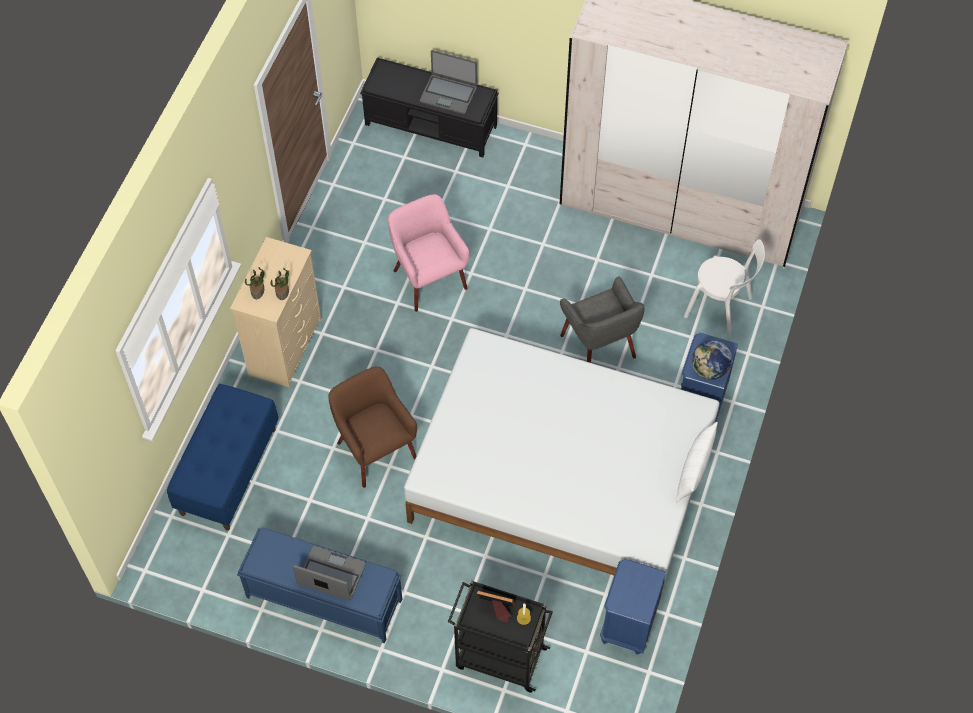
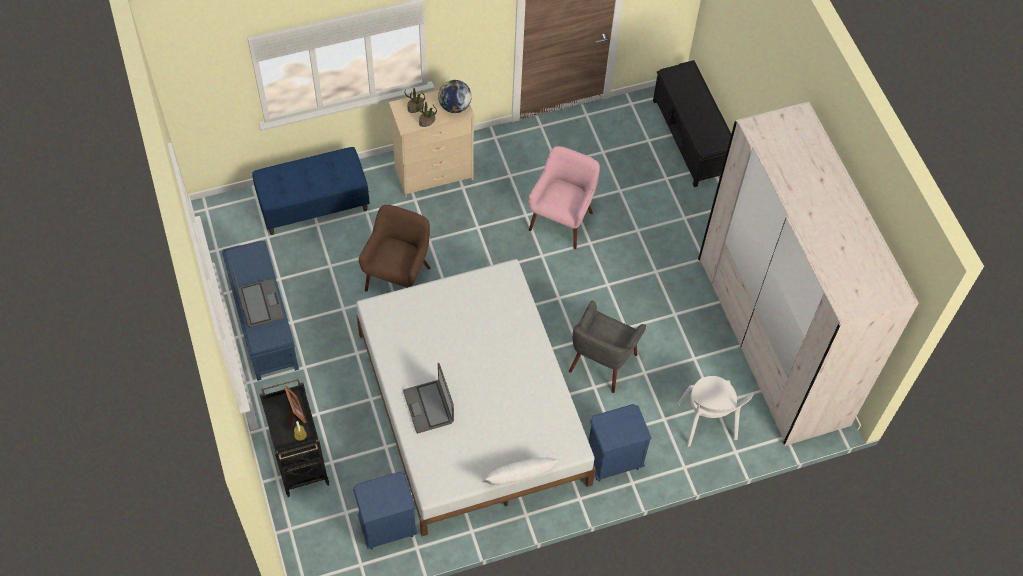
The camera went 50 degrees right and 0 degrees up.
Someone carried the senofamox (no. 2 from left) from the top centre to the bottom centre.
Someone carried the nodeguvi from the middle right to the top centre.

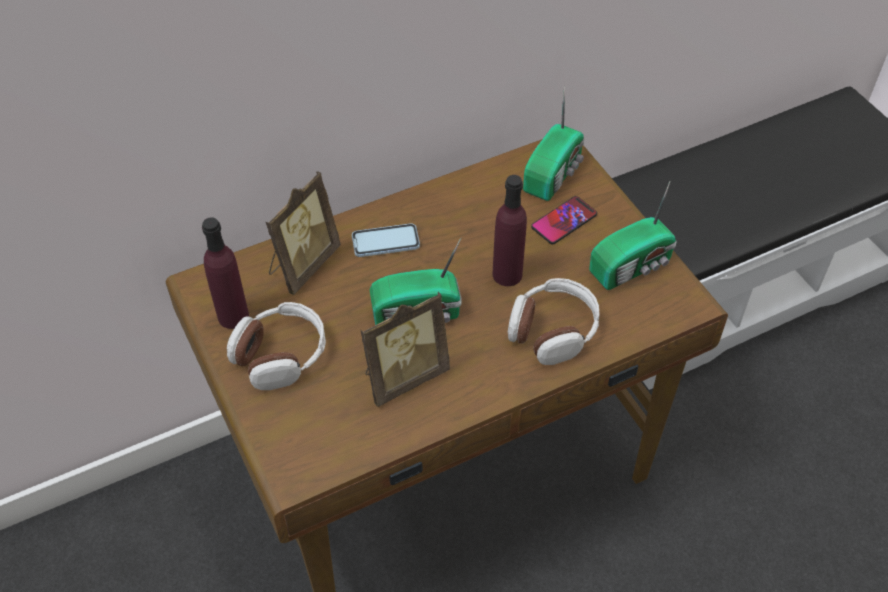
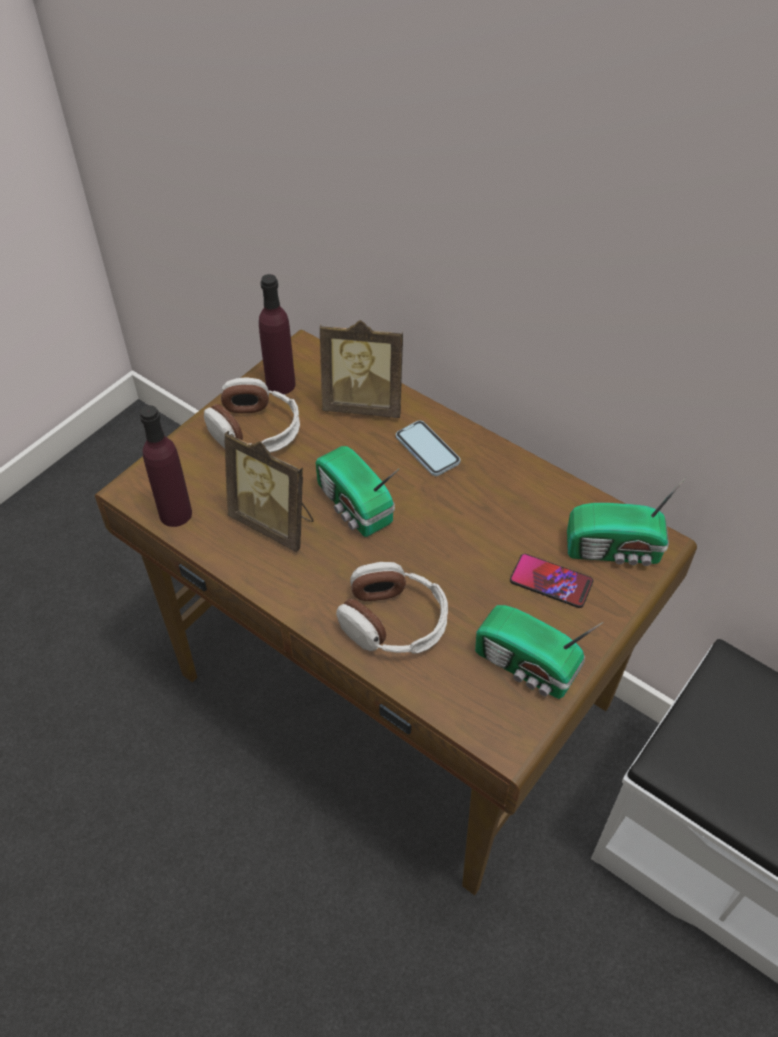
The camera went 65 degrees right and 0 degrees up.
Someone carried the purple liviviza (no. 2 from left in the first image) from the centre to the middle left.

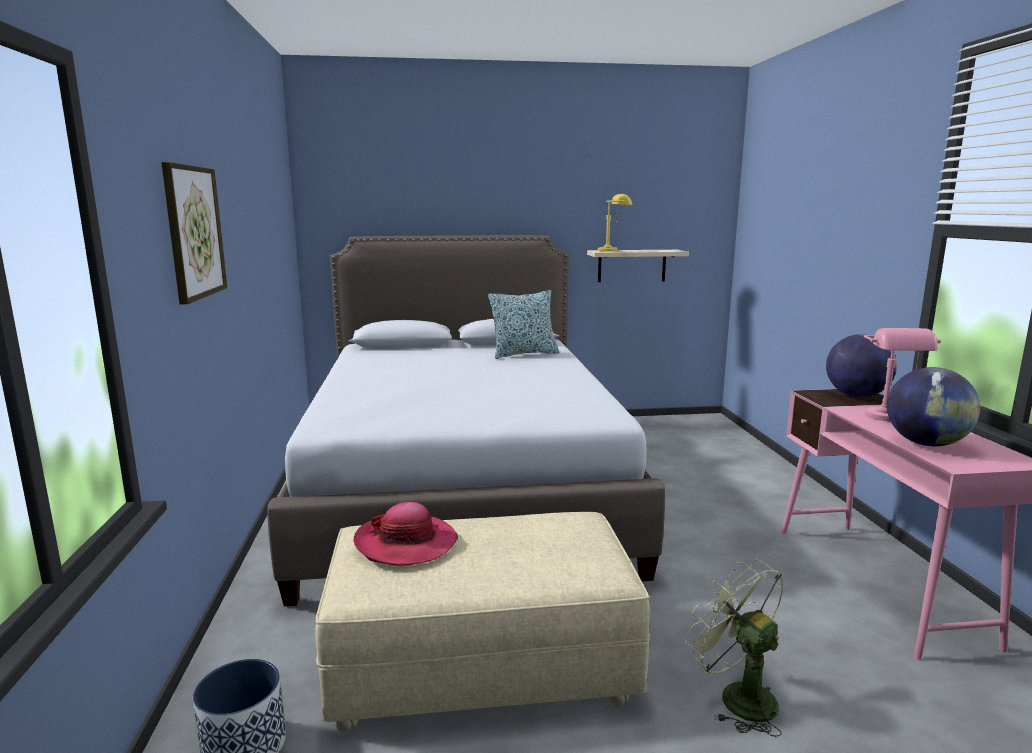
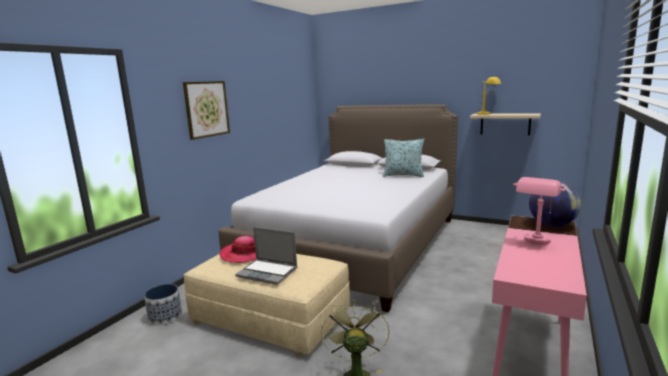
The camera went 35 degrees right and 0 degrees up.
Someone took away the nodeguvi (no. 2 from left) at the middle right.
Someone put down the senofamox at the bottom centre.

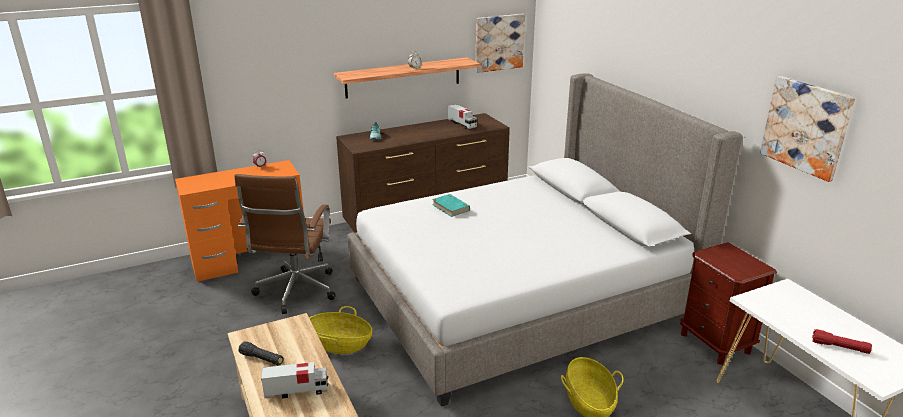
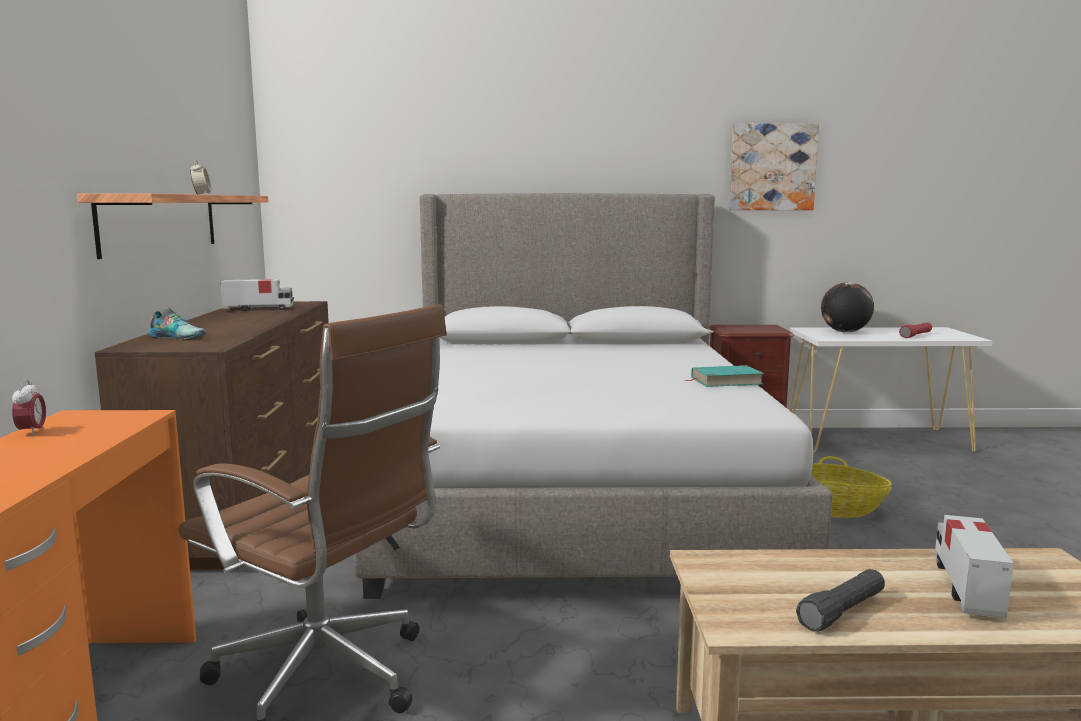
The camera went 65 degrees left and 15 degrees down.
Someone took away the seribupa (no. 1 from left) at the bottom centre.
Someone carried the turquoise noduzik from the centre to the middle right.
Someone took away the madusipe (no. 1 from left) at the top centre.
Someone put down the nodeguvi at the middle right.

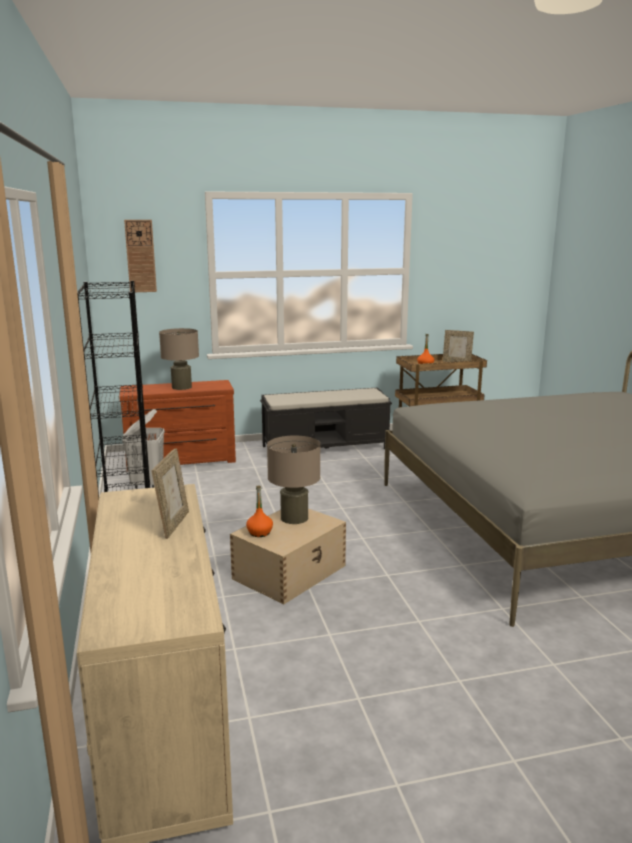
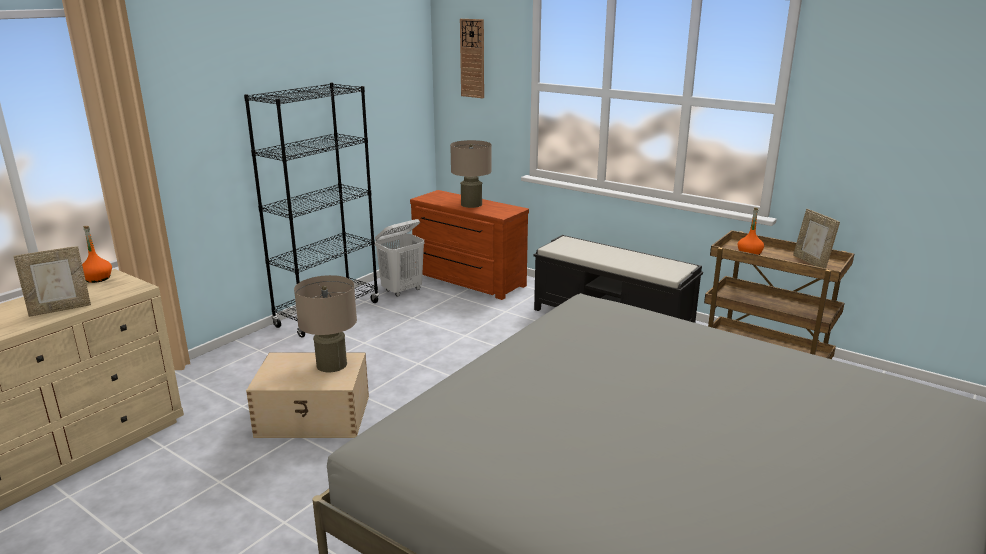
The camera went 50 degrees right and 5 degrees up.
Someone carried the orange liviviza (no. 1 from left) from the centre to the middle left.

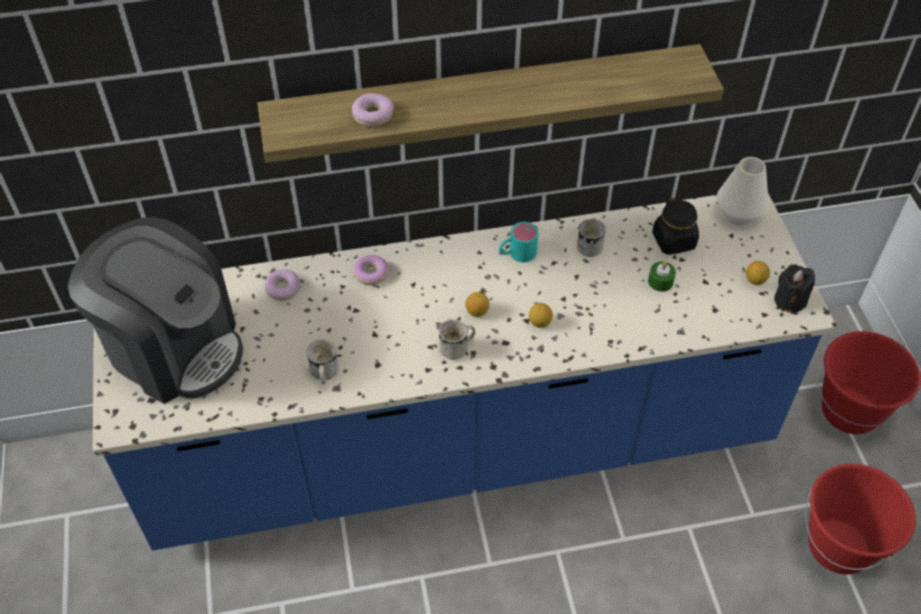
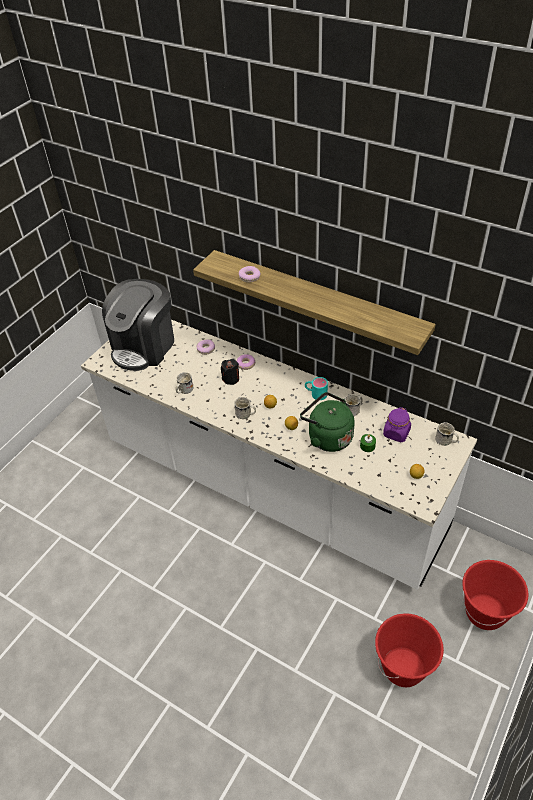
The camera went 45 degrees right and 5 degrees down.
Someone rotated the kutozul at the middle left by 45 degrees clockwise.
Someone repainted the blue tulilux at the centre, which became the white tulilux at the centre.
Someone repainted the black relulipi at the middle right, which became the purple relulipi at the middle right.
Someone swapped the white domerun at the top right for the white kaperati (no. 4 from left) at the middle right.
Someone carried the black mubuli from the middle right to the centre.
Someone put down the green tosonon at the centre.

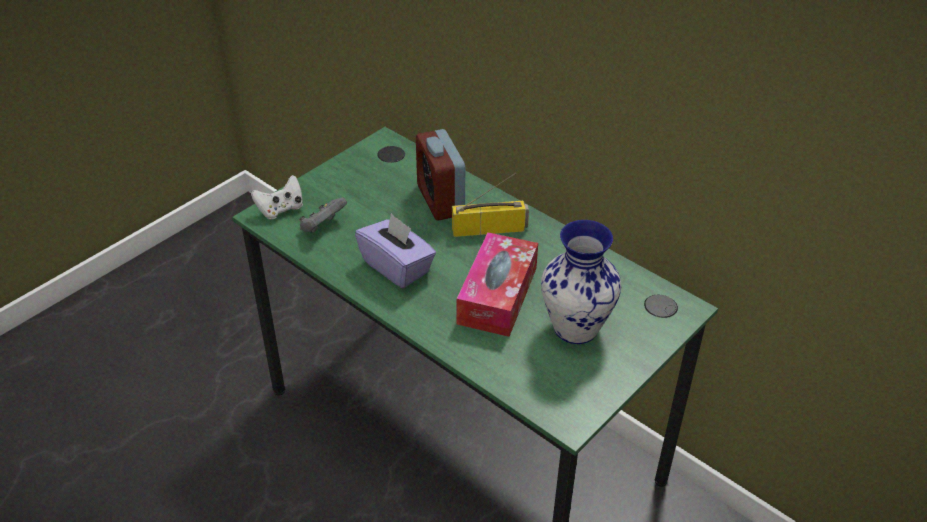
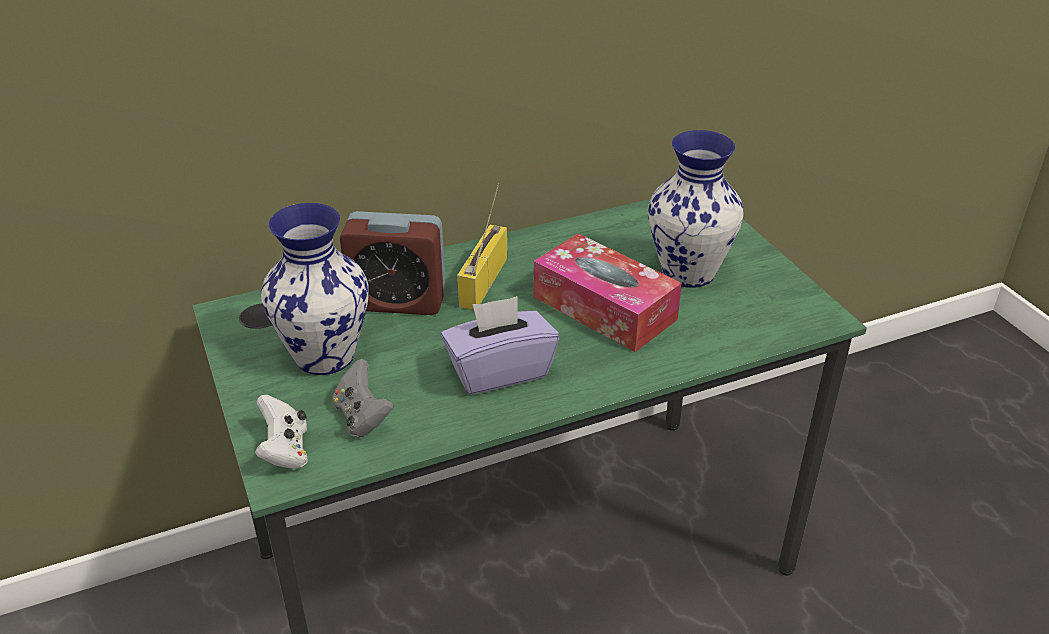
The camera went 65 degrees left and 5 degrees down.
Someone put down the domerun (no. 1 from left) at the middle left.

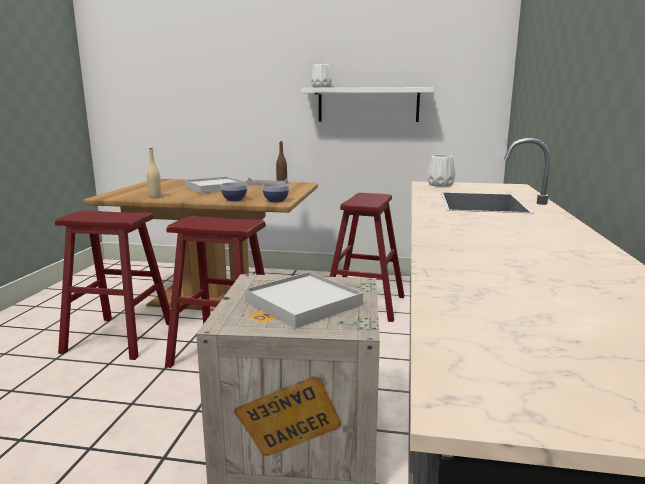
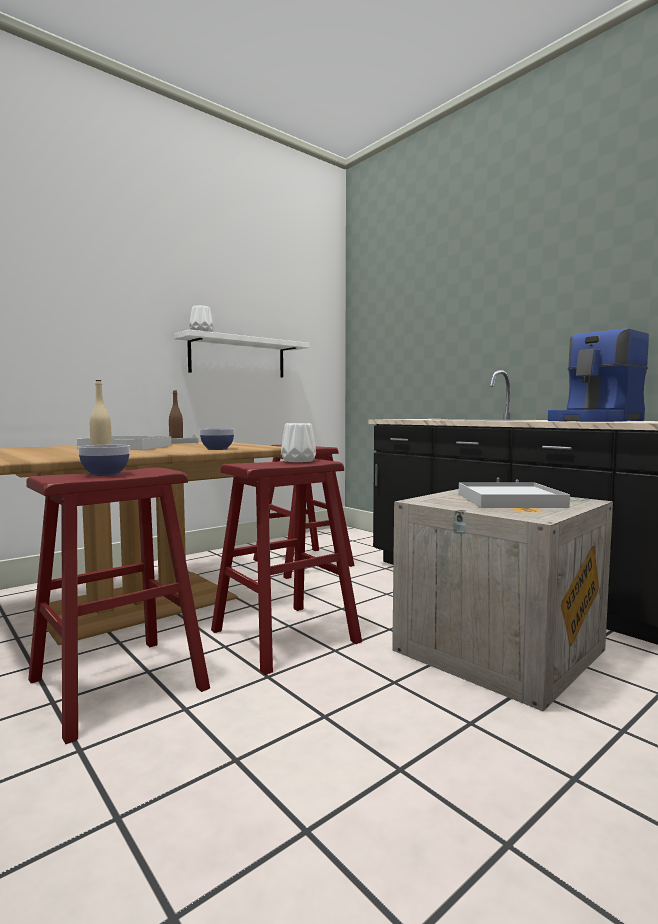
The camera went 50 degrees left and 10 degrees down.
Someone carried the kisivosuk (no. 2 from left in the first image) from the centre to the middle left.
Someone carried the white domerun (no. 2 from left) from the middle right to the centre.
Someone put down the kutozul at the middle right.

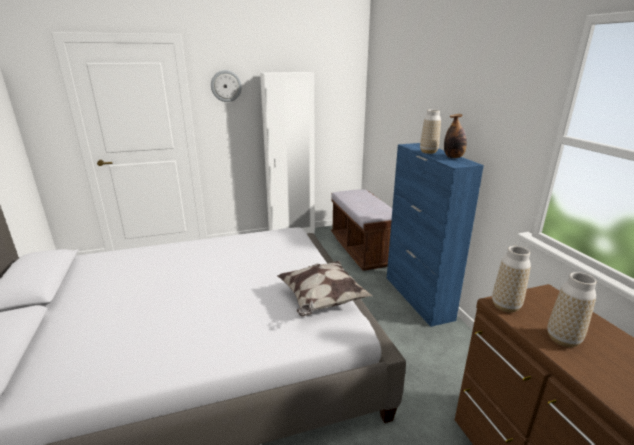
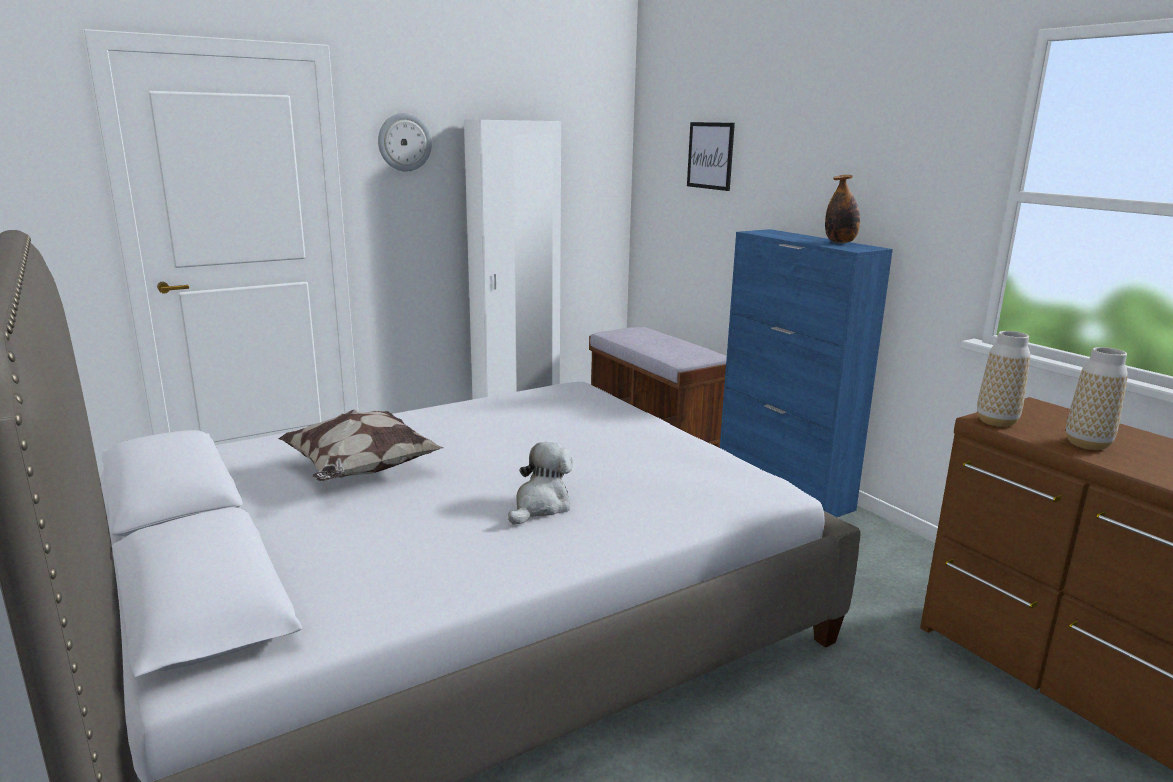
The camera went 15 degrees left and 5 degrees down.
Someone carried the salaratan from the centre to the middle left.
Someone took away the domerun (no. 1 from left) at the top right.
Someone put down the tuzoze at the centre.
Someone put up the madusipe at the top centre.

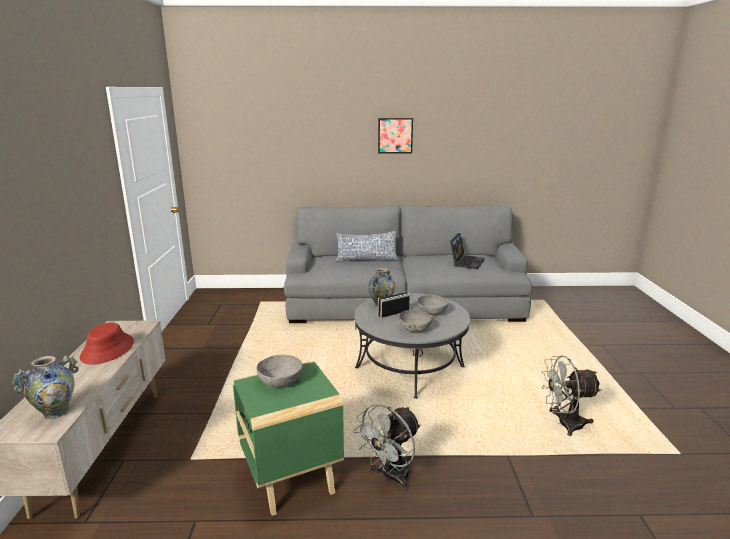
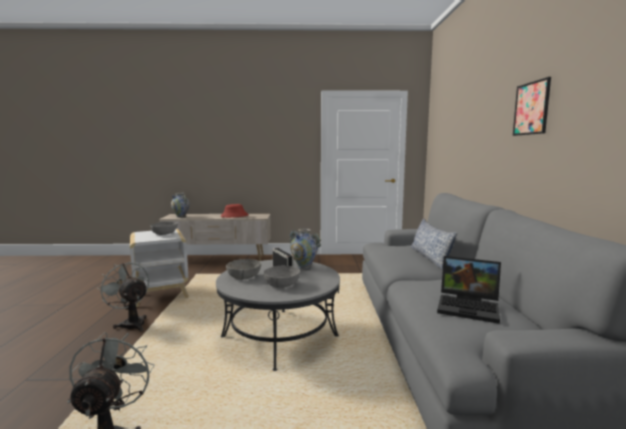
The camera went 90 degrees right and 10 degrees down.
Someone repainted the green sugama at the bottom centre, which became the white sugama at the middle left.

